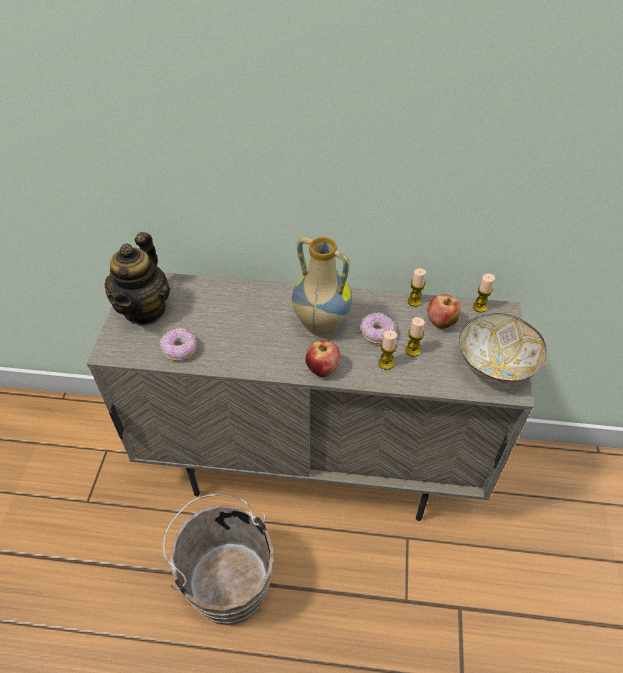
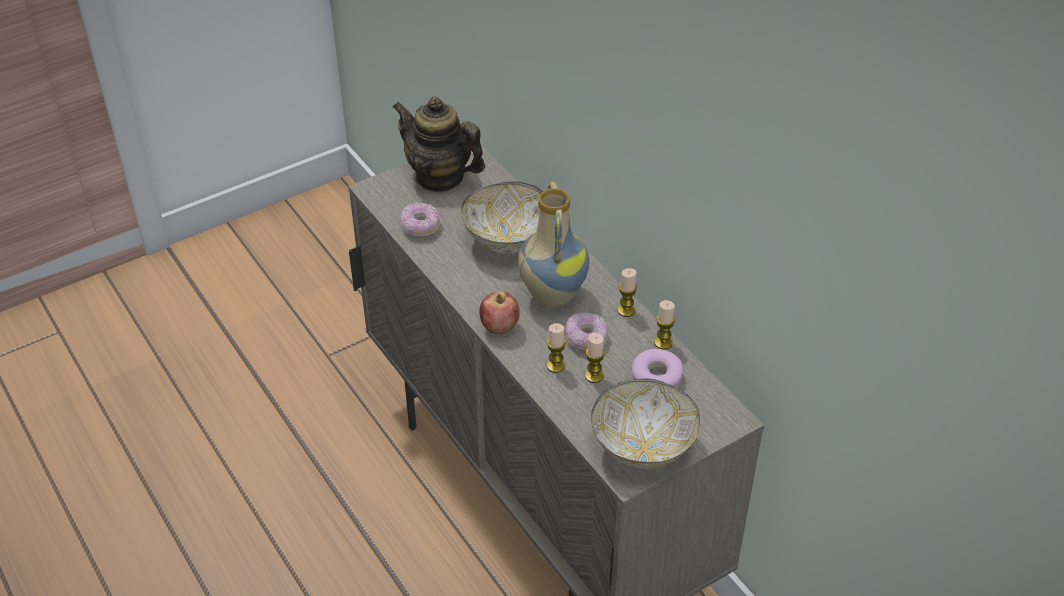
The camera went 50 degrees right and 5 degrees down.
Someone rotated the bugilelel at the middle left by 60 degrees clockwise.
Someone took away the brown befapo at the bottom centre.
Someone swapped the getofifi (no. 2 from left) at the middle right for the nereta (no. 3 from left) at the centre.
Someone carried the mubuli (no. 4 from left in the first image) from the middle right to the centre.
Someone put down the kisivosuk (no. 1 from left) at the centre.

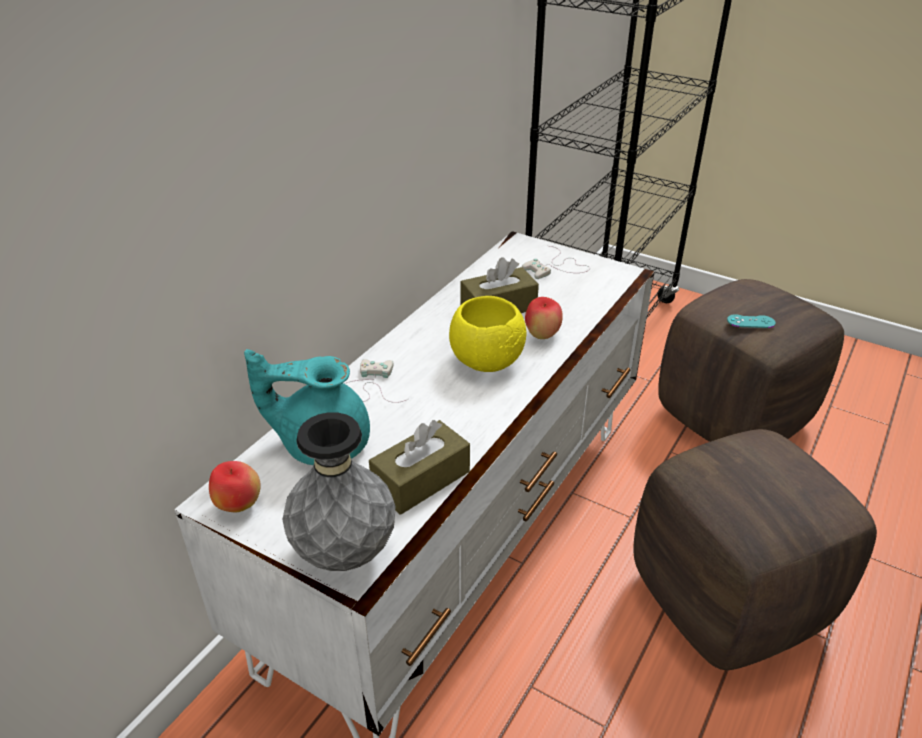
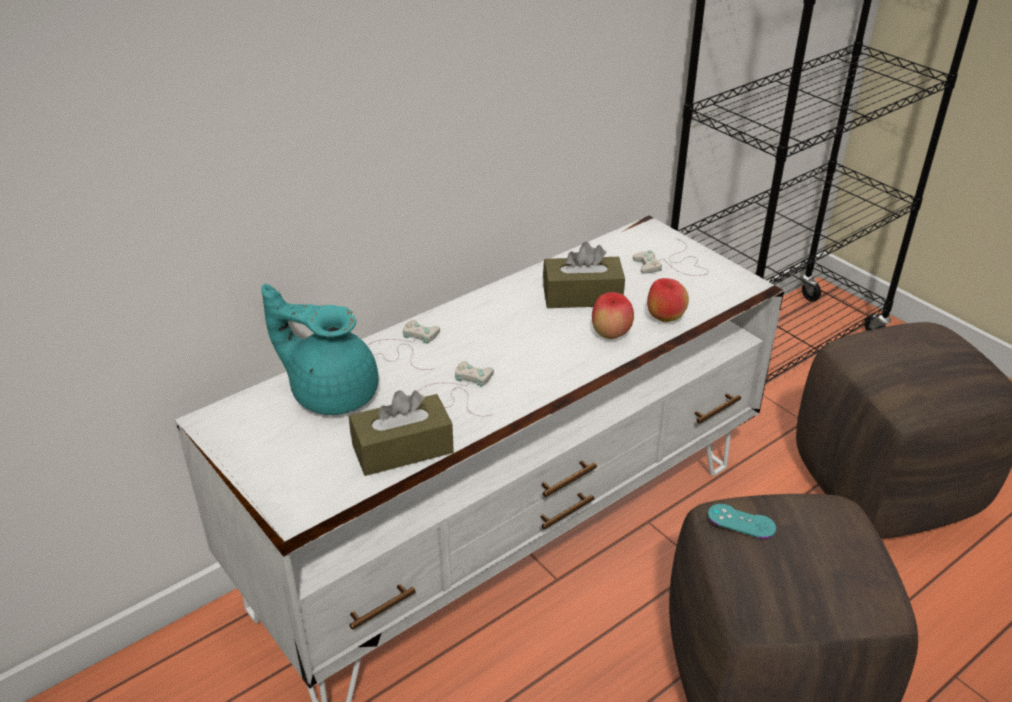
The camera went 20 degrees right and 0 degrees up.
Someone carried the getofifi (no. 1 from left in the first image) from the middle left to the centre.
Someone took away the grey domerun at the centre.
Someone took away the yellow kisivosuk at the centre.
Someone carried the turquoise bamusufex from the middle right to the bottom right.
Someone put down the white bamusufex (no. 2 from left) at the centre.

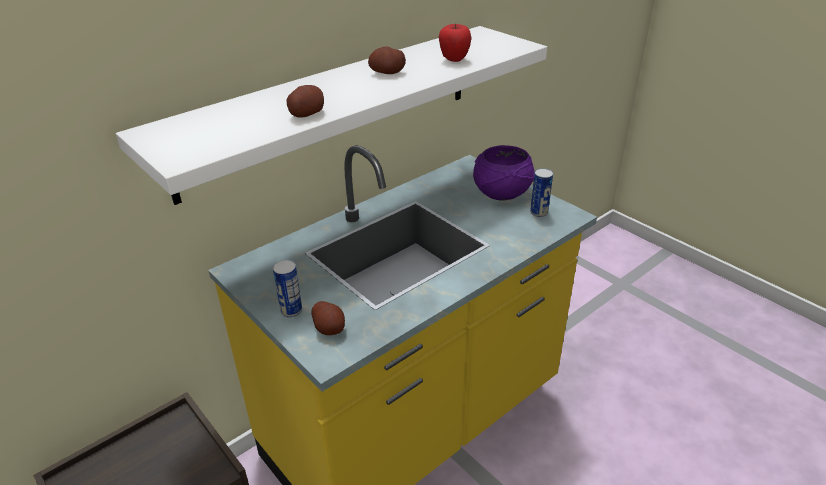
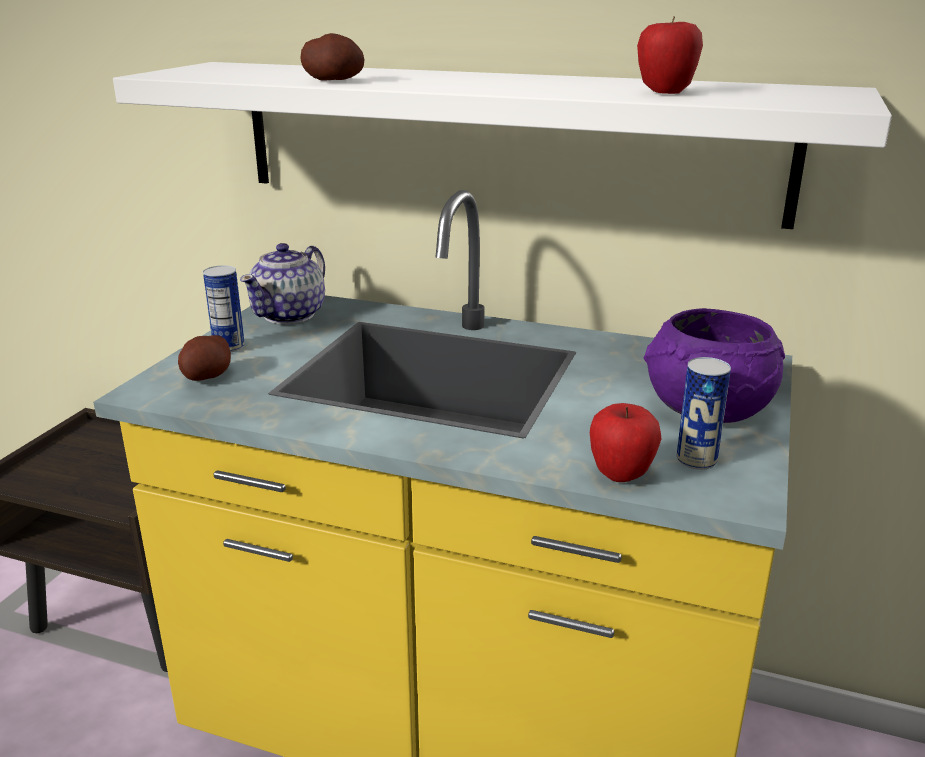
The camera went 60 degrees right and 10 degrees down.
Someone took away the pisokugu (no. 3 from left) at the top centre.
Someone put down the bugilelel at the middle left.
Someone put down the getofifi (no. 1 from left) at the middle right.

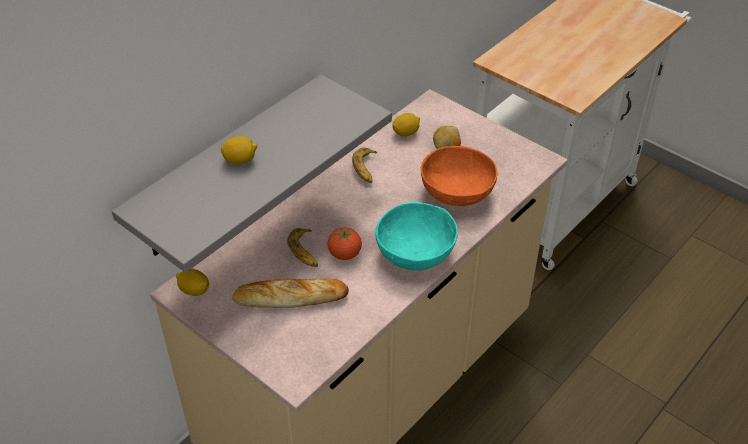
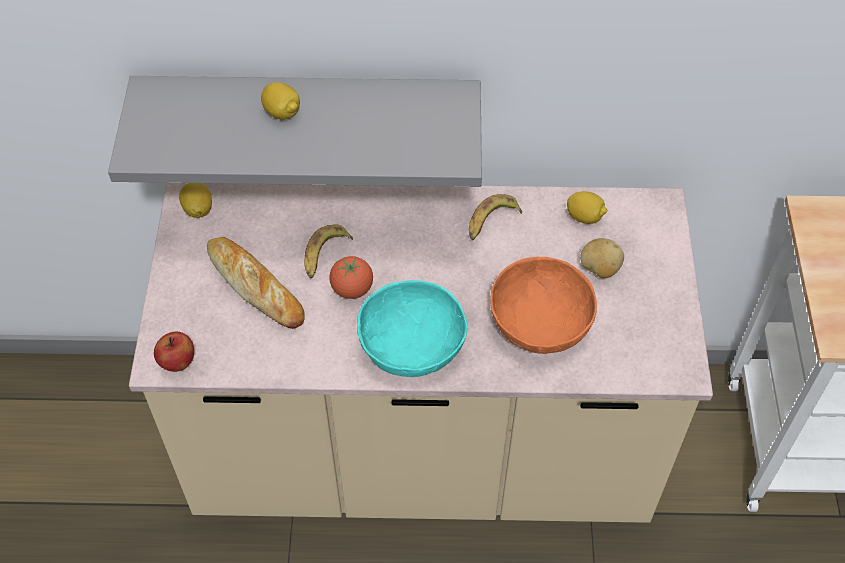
The camera went 50 degrees right and 10 degrees up.
Someone put down the getofifi at the middle left.

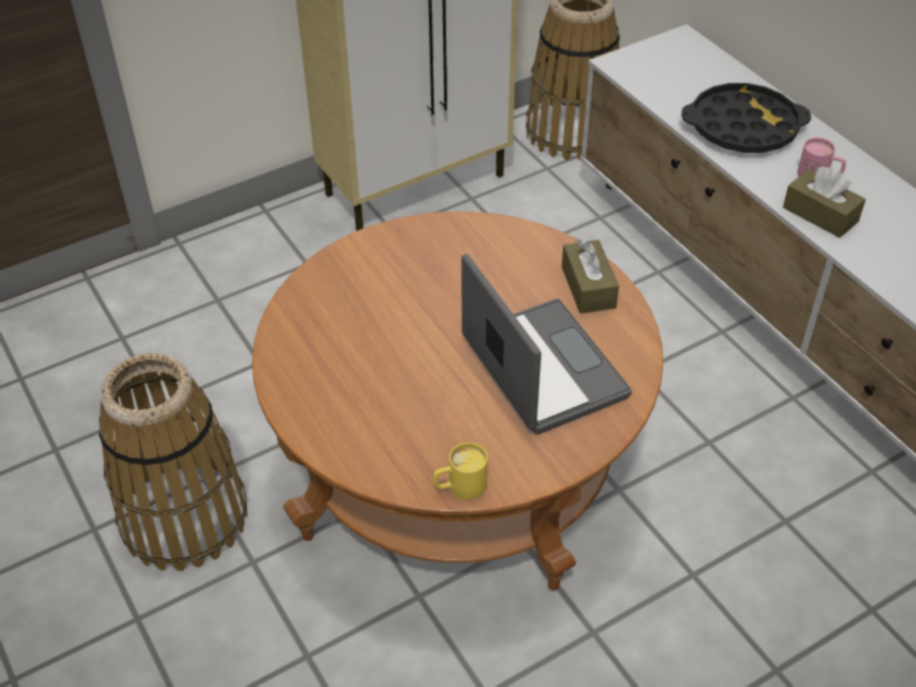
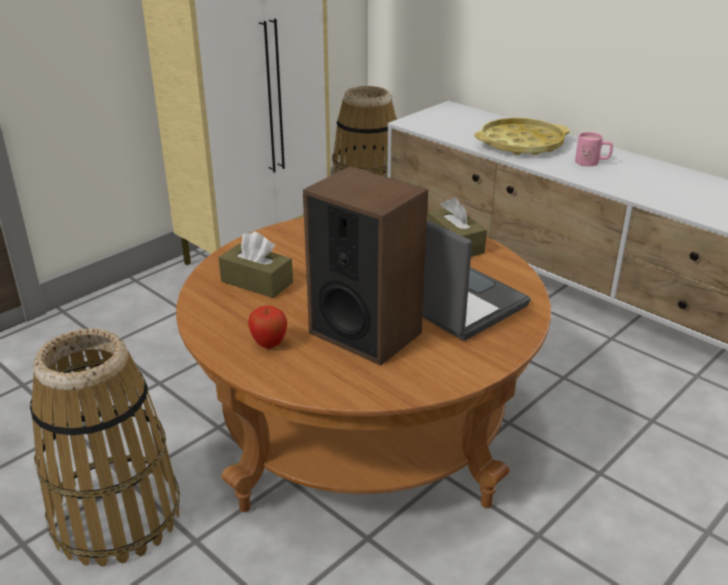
The camera went 15 degrees left and 15 degrees down.
Someone took away the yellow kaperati at the bottom centre.
Someone repainted the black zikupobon at the top right, which became the yellow zikupobon at the top right.
Someone carried the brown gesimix (no. 2 from left in the first image) from the top right to the centre.
Someone put down the getofifi at the centre.
Someone put down the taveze at the centre.

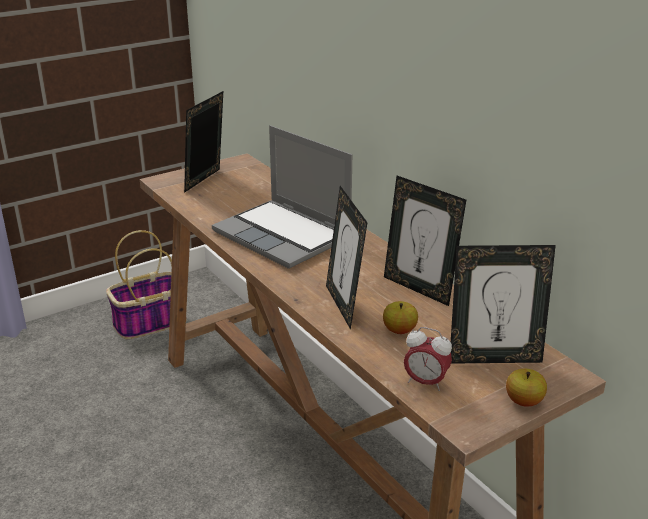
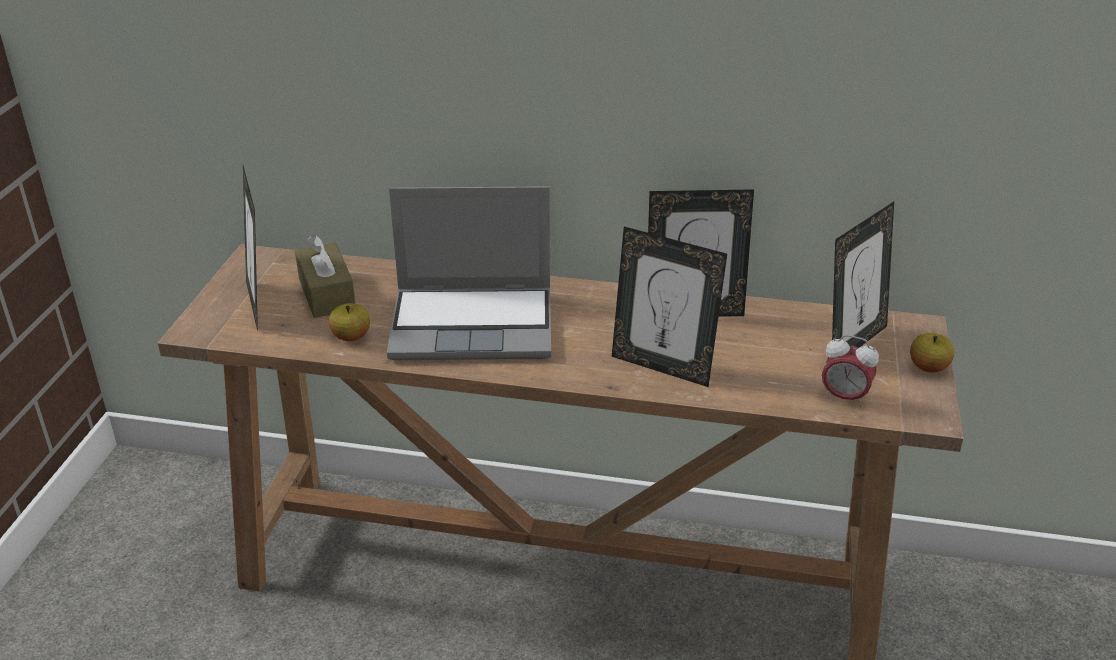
The camera went 45 degrees left and 5 degrees up.
Someone took away the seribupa at the middle left.
Someone carried the getofifi (no. 1 from left) from the centre to the middle left.
Someone rotated the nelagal at the bottom centre by 45 degrees clockwise.
Someone put down the brown gesimix at the middle left.

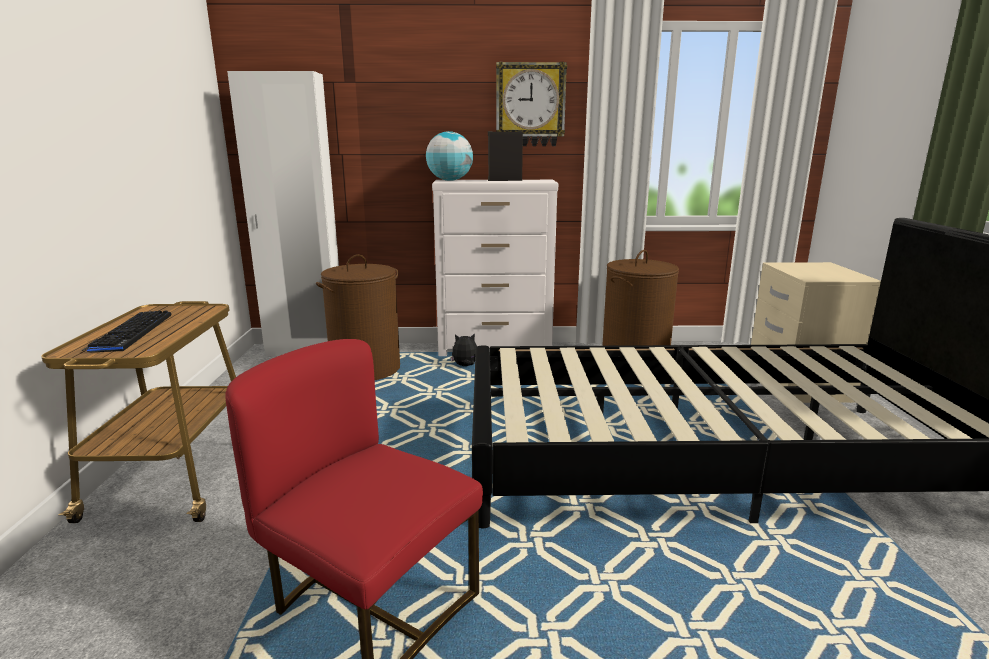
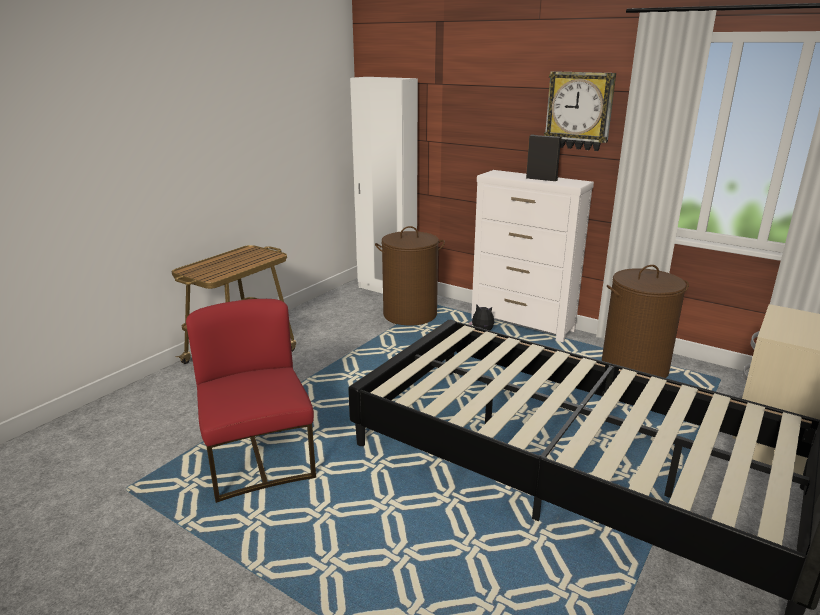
The camera went 35 degrees right and 5 degrees up.
Someone took away the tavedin at the middle left.
Someone took away the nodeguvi at the top centre.

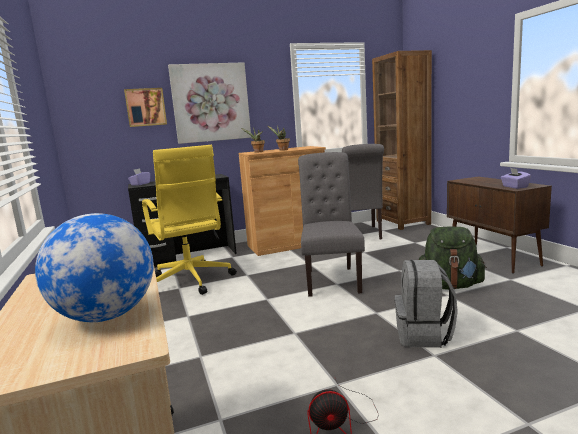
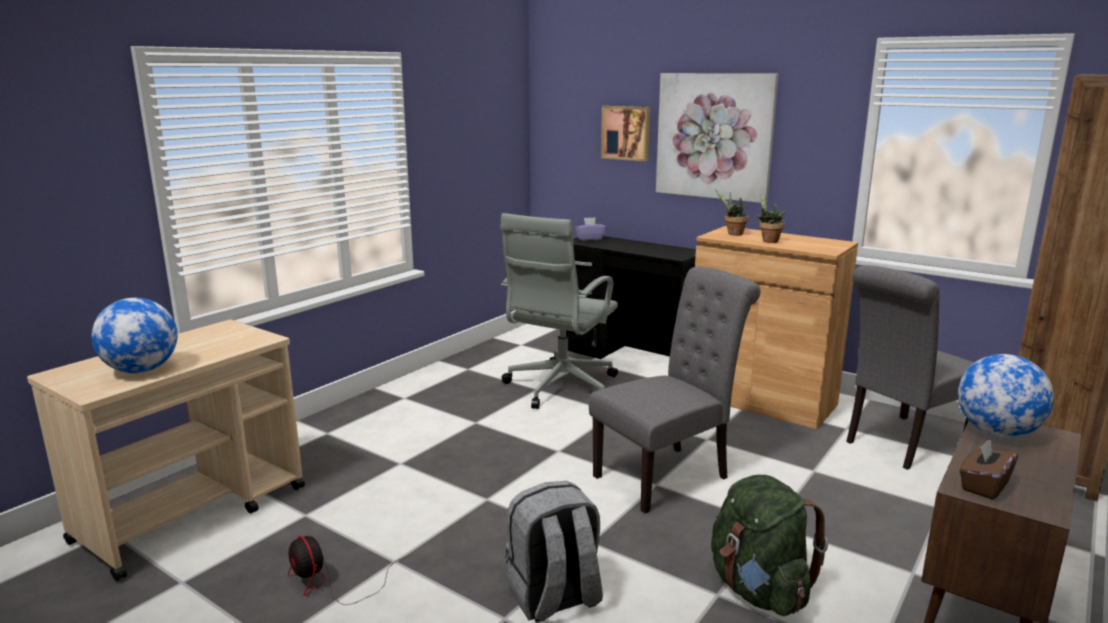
The camera went 55 degrees right and 5 degrees up.
Someone repainted the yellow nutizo at the middle left, which became the grey nutizo at the centre.
Someone repainted the purple gesimix (no. 2 from left) at the middle right, which became the brown gesimix at the bottom right.
Someone put down the nodeguvi (no. 2 from left) at the middle right.

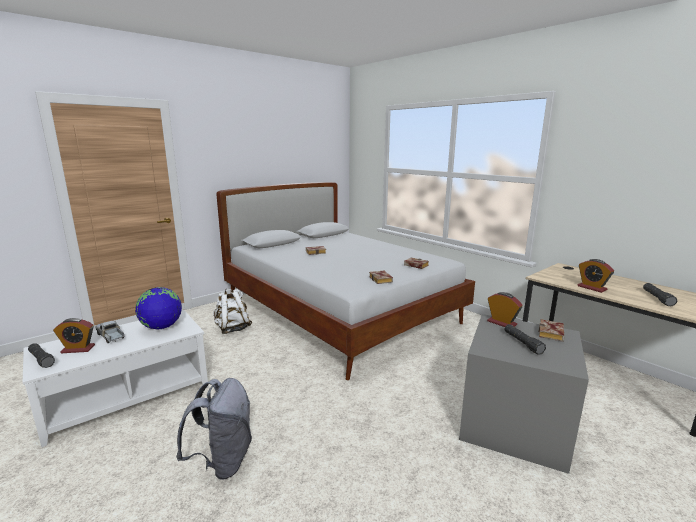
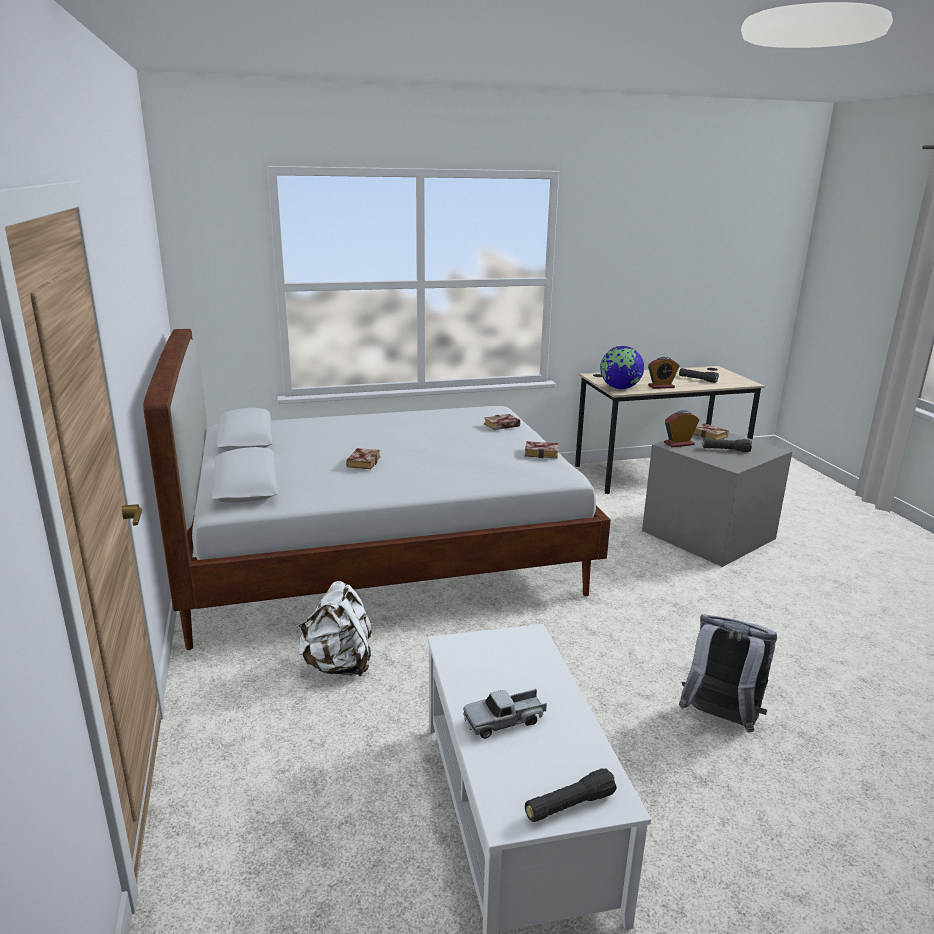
The camera went 65 degrees left and 5 degrees up.
Someone took away the nelagal (no. 1 from left) at the middle left.
Someone carried the nodeguvi from the middle left to the centre.

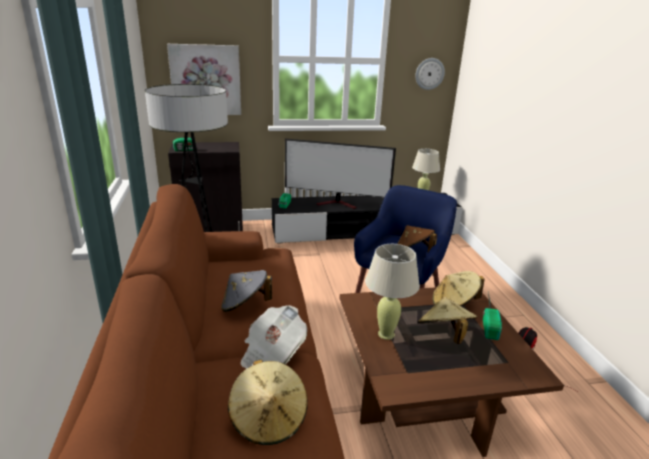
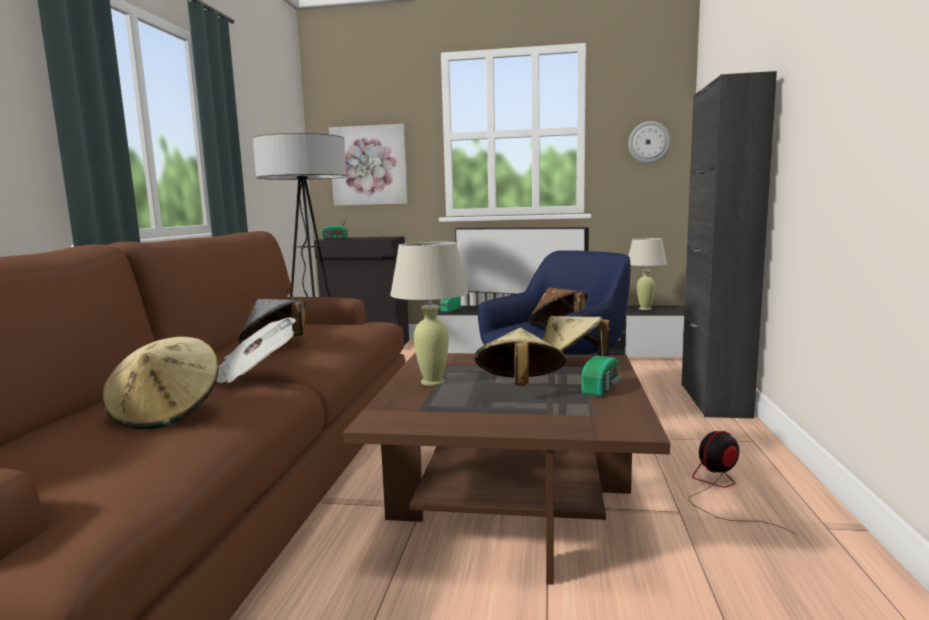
The camera went 20 degrees right and 15 degrees down.
Someone put down the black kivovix (no. 2 from left) at the middle right.

